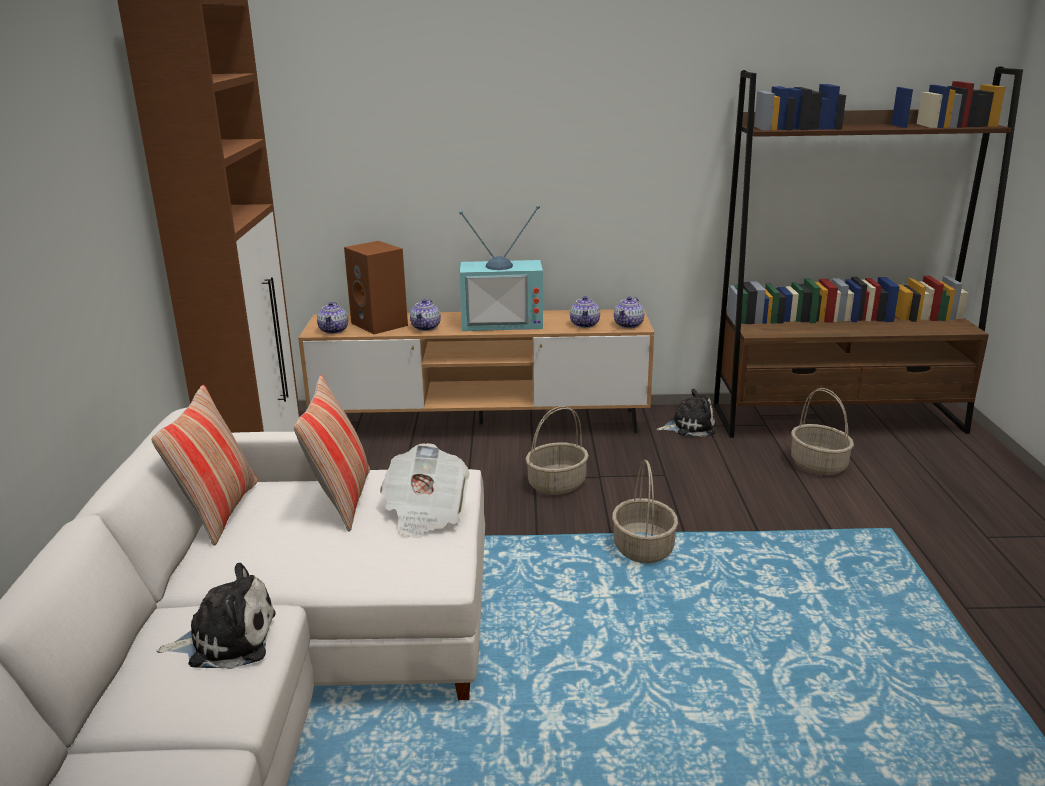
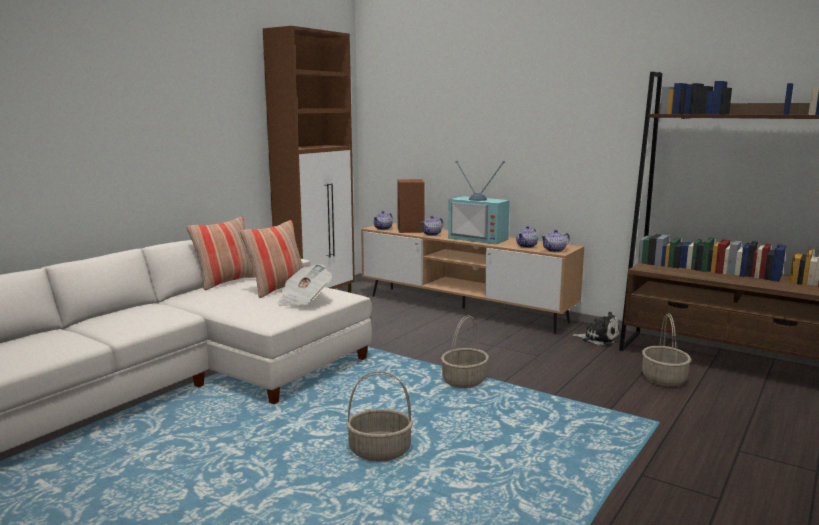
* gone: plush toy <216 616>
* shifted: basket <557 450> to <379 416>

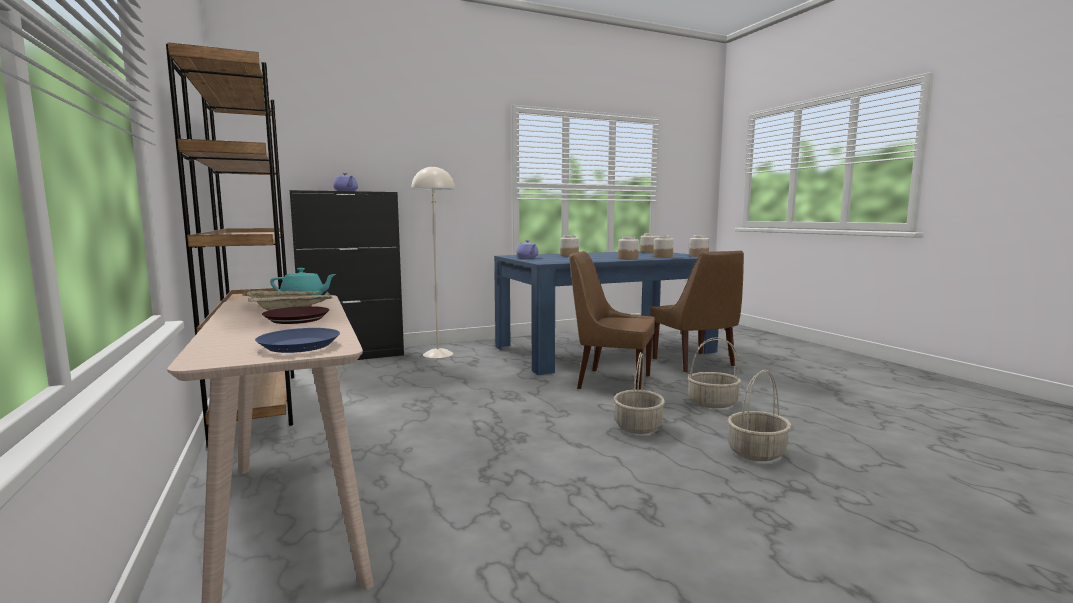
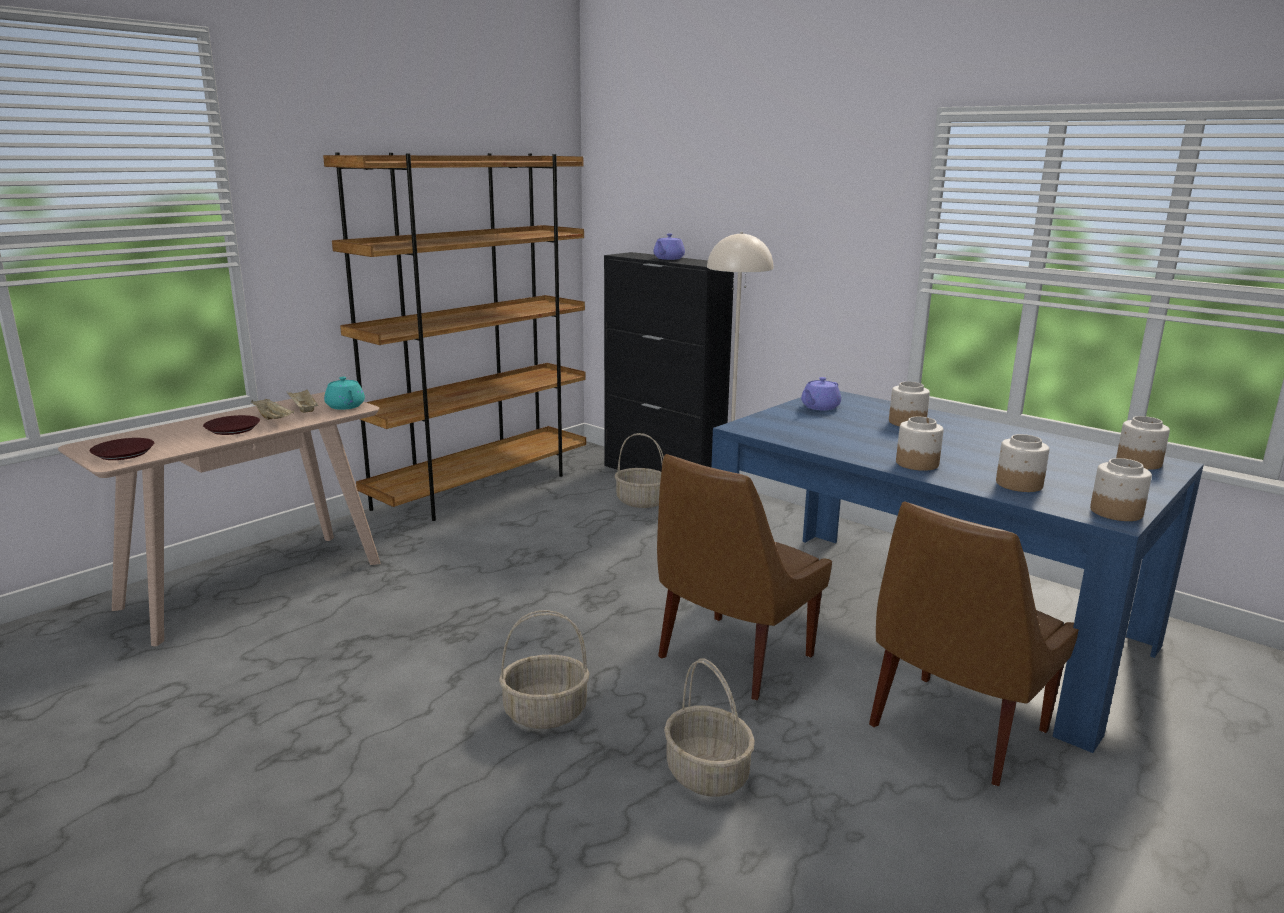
* repainted: blue plate <297 340> to brown plate <121 449>
* rotated: brown chair <612 320> = <744 577> 135 degrees counterclockwise
* shifted: basket <759 415> to <639 470>

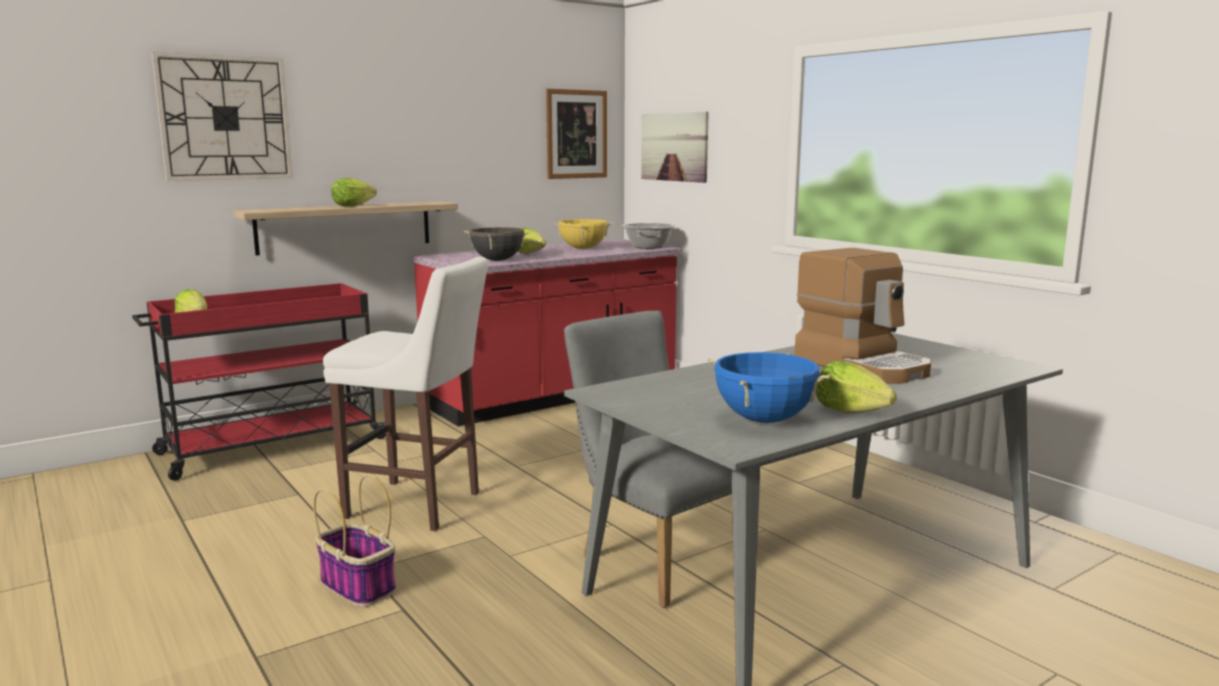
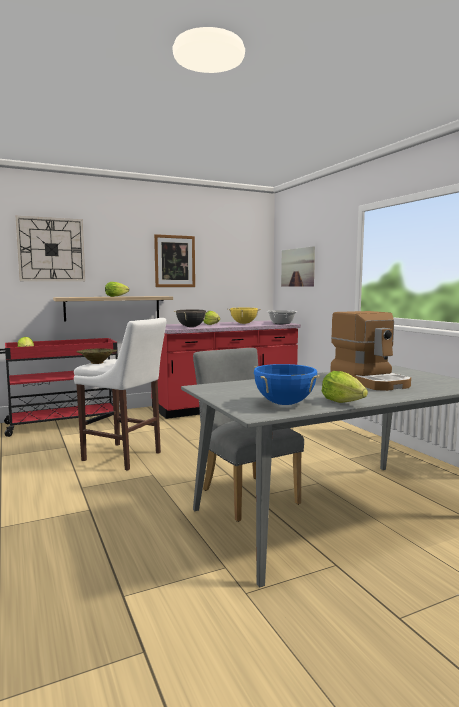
* gone: basket <354 540>
* shifted: picture <576 134> to <174 260>
* new: beige bowl <96 356>

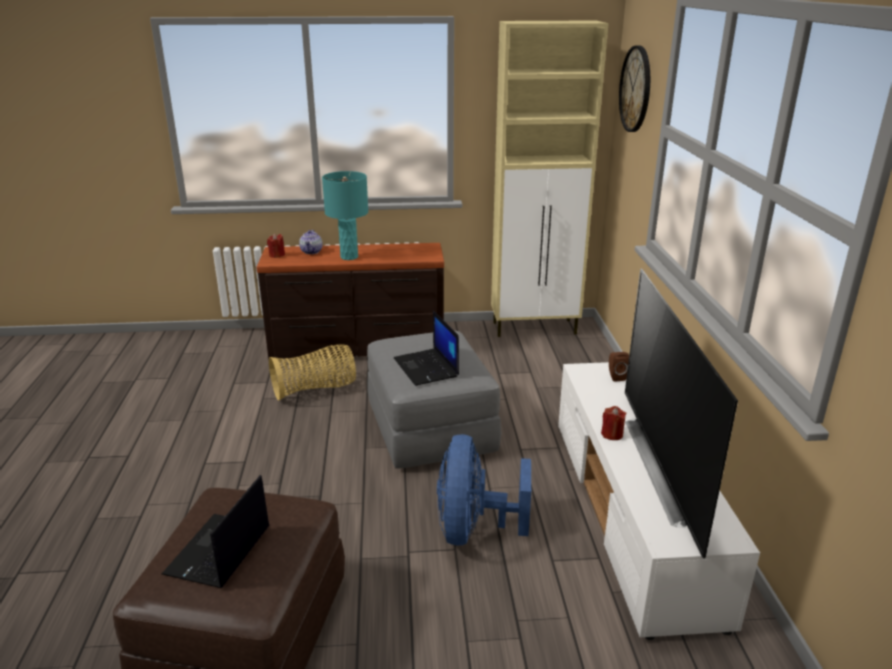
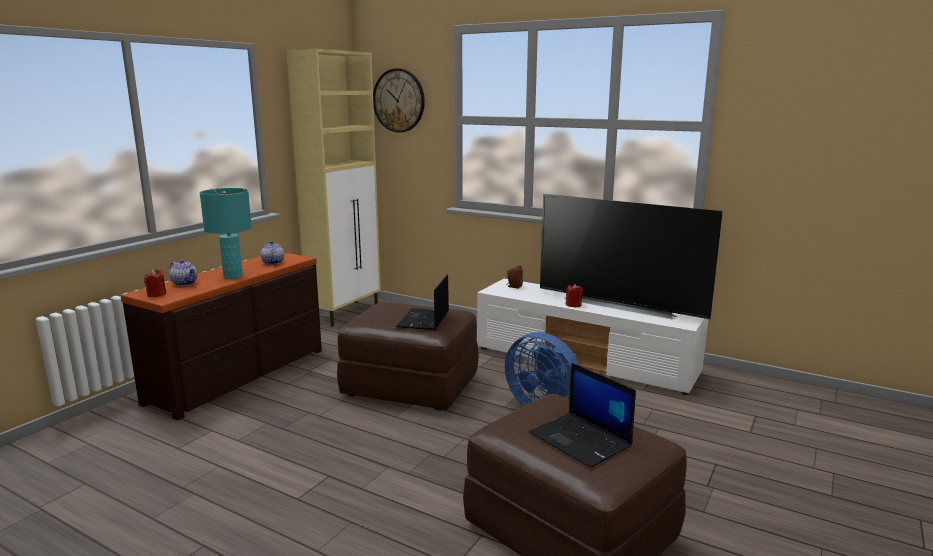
* gone: basket <312 372>
* repainted: grey ottoman <434 400> to brown ottoman <408 356>
* rotated: laptop <426 348> = <422 302> 90 degrees clockwise
* new: teapot <272 253>

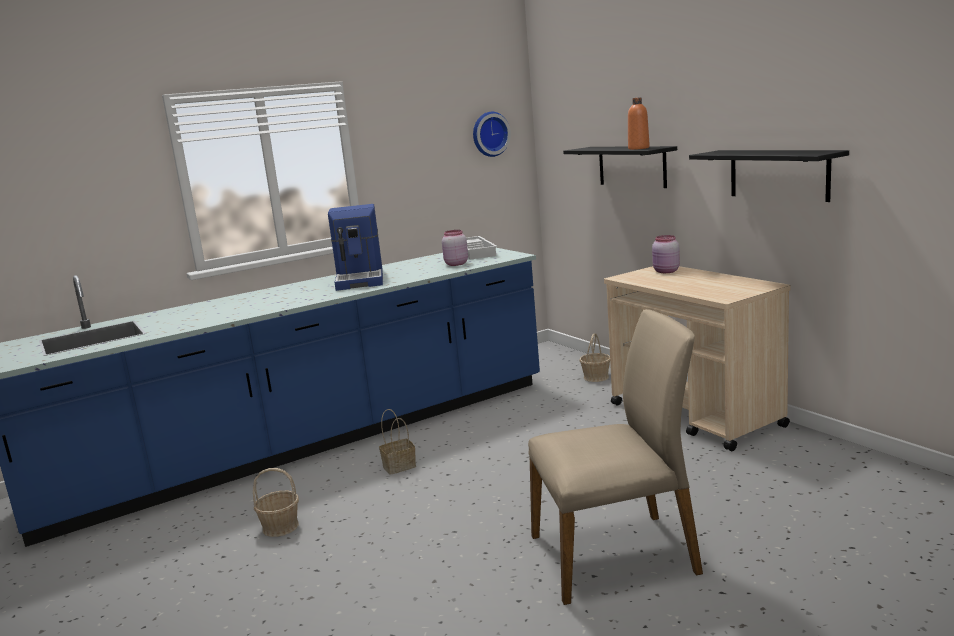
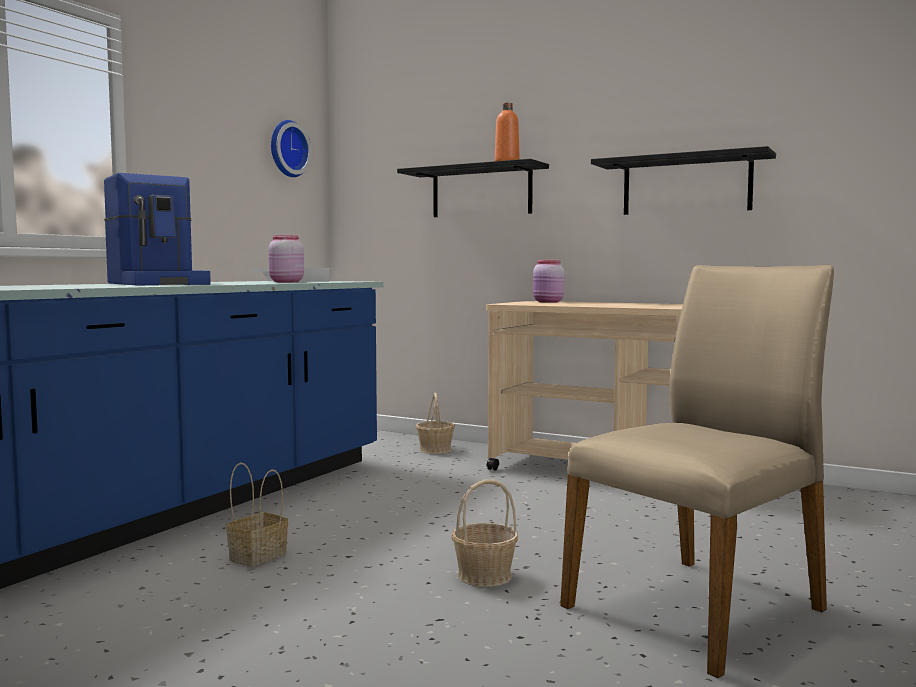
* shifted: basket <276 502> to <485 533>

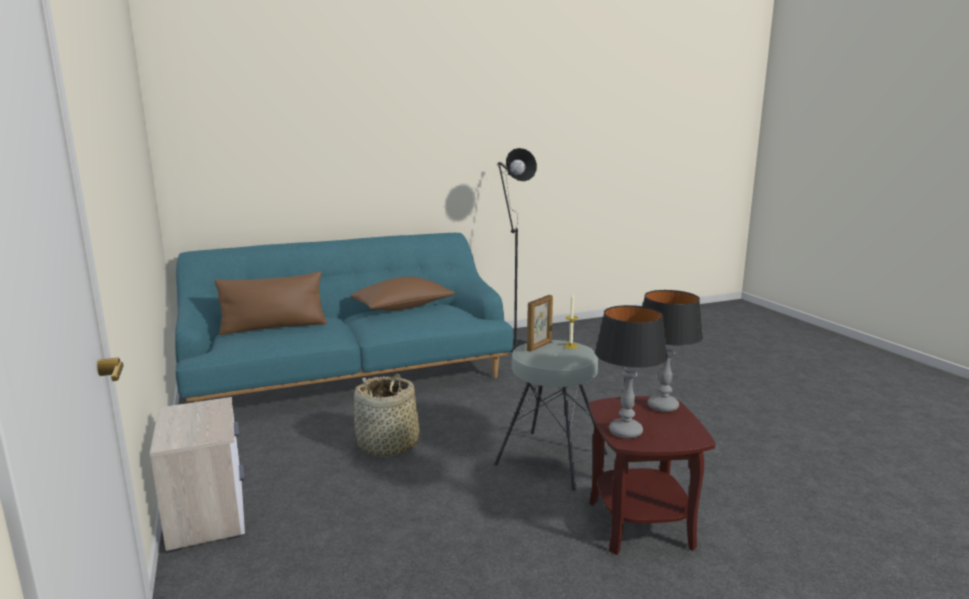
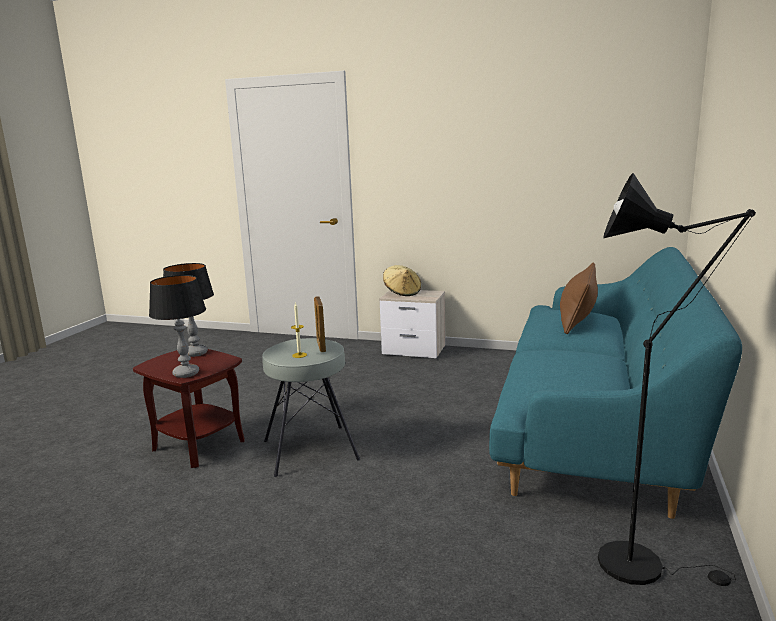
* gone: brown pillow <402 294>
* gone: basket <388 415>
* new: beige hat <402 280>

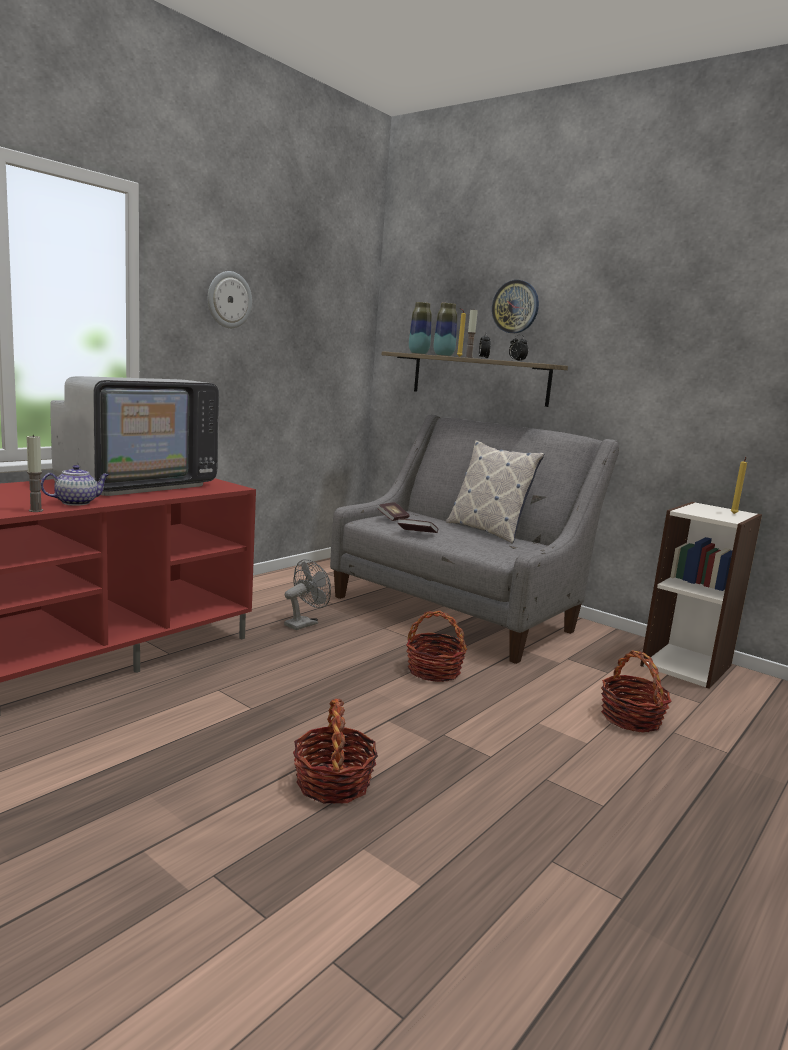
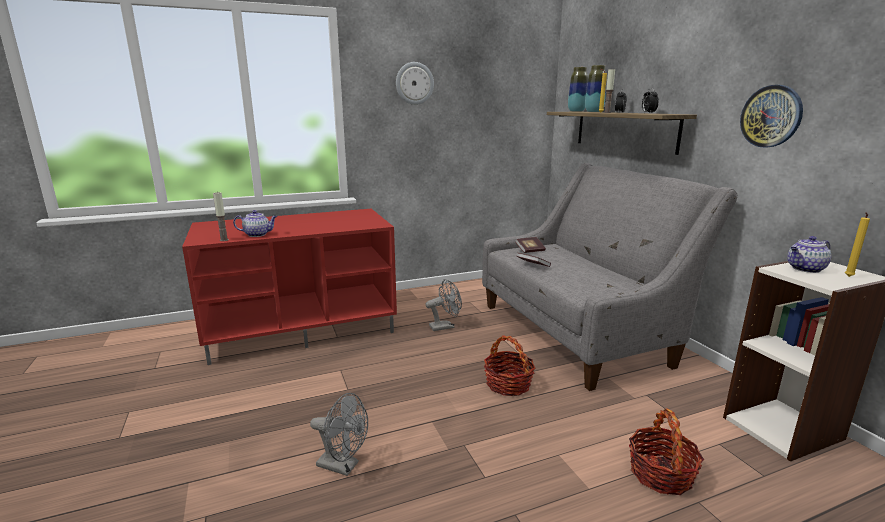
* gone: television <134 436>
* swapped: basket <335 751> to grey fan <339 434>
* gone: pillow <495 492>
* shifted: wall clock <515 306> to <771 116>
* new: teapot <809 254>

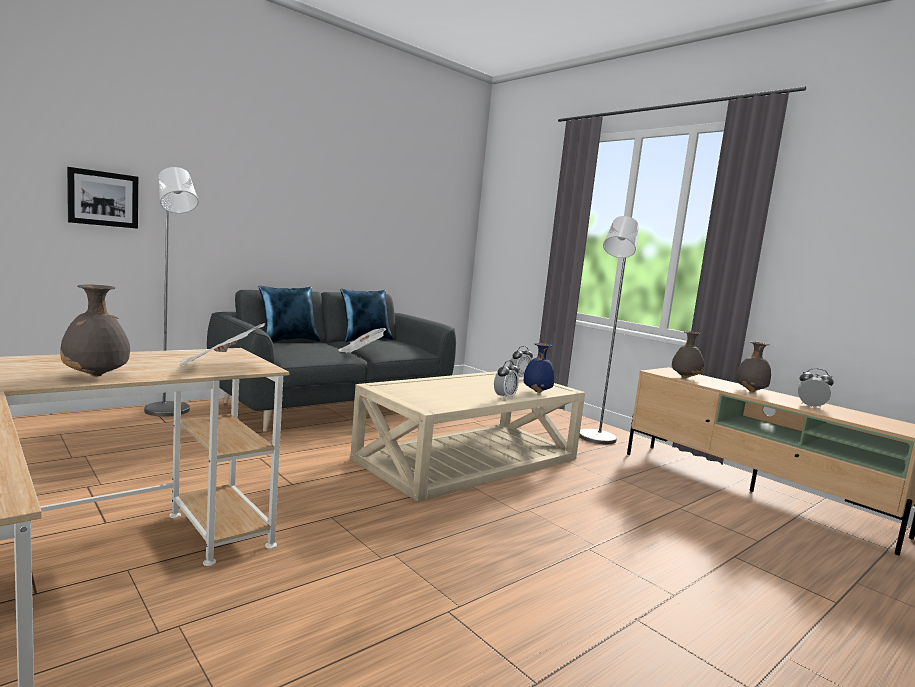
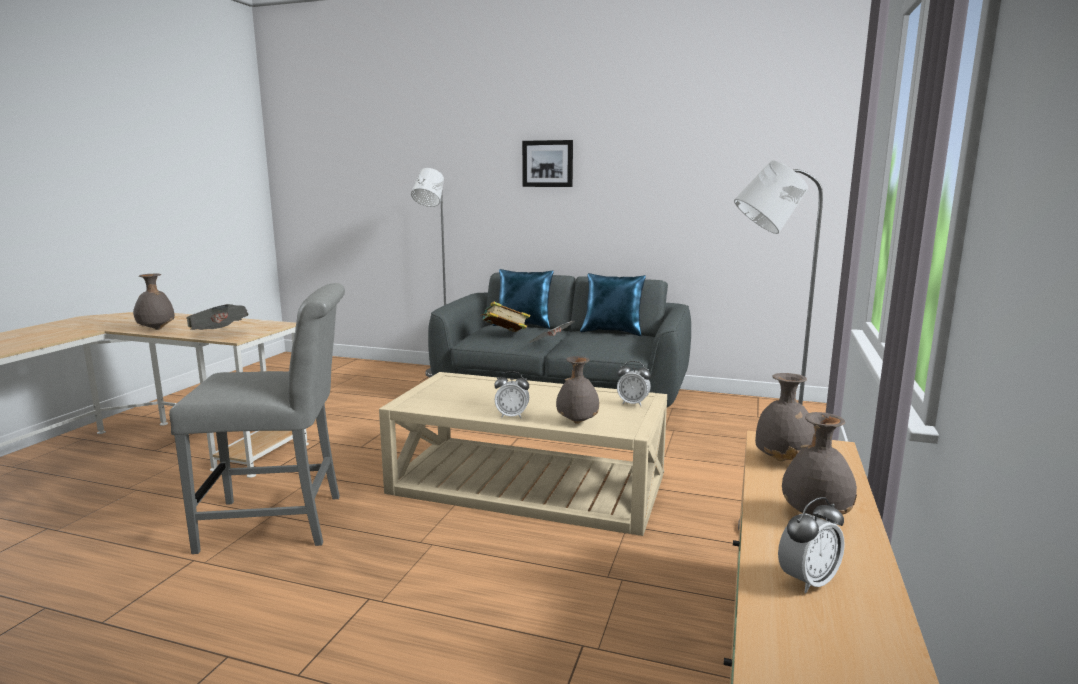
* shifted: picture <102 198> to <547 163>
* repainted: blue vase <539 368> to grey vase <577 390>
* rotated: alarm clock <816 387> = <811 545> 60 degrees clockwise
* new: grey chair <257 418>
* new: book <505 316>

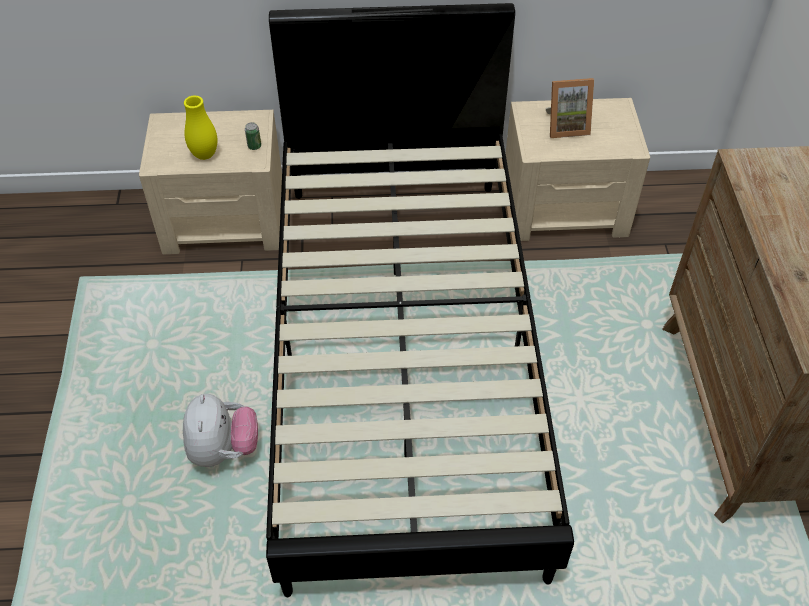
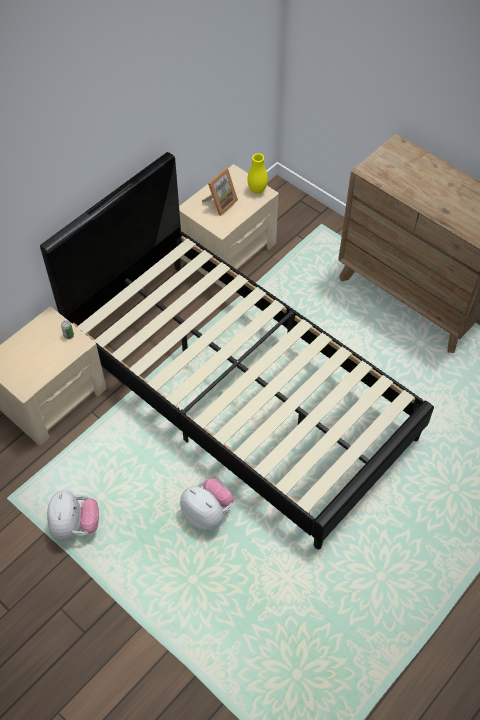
* shifted: yellow vase <200 128> to <257 173>
* new: plush toy <73 515>

